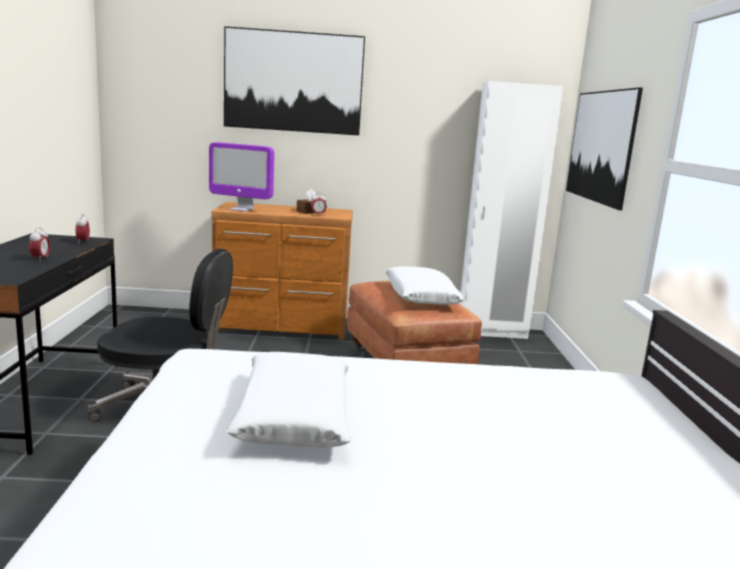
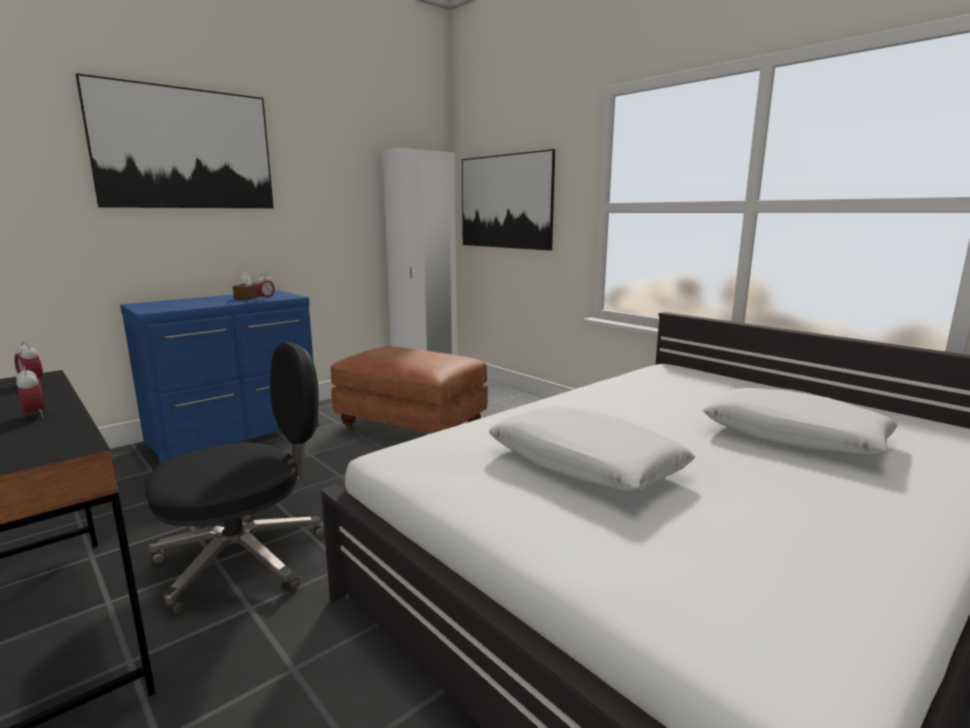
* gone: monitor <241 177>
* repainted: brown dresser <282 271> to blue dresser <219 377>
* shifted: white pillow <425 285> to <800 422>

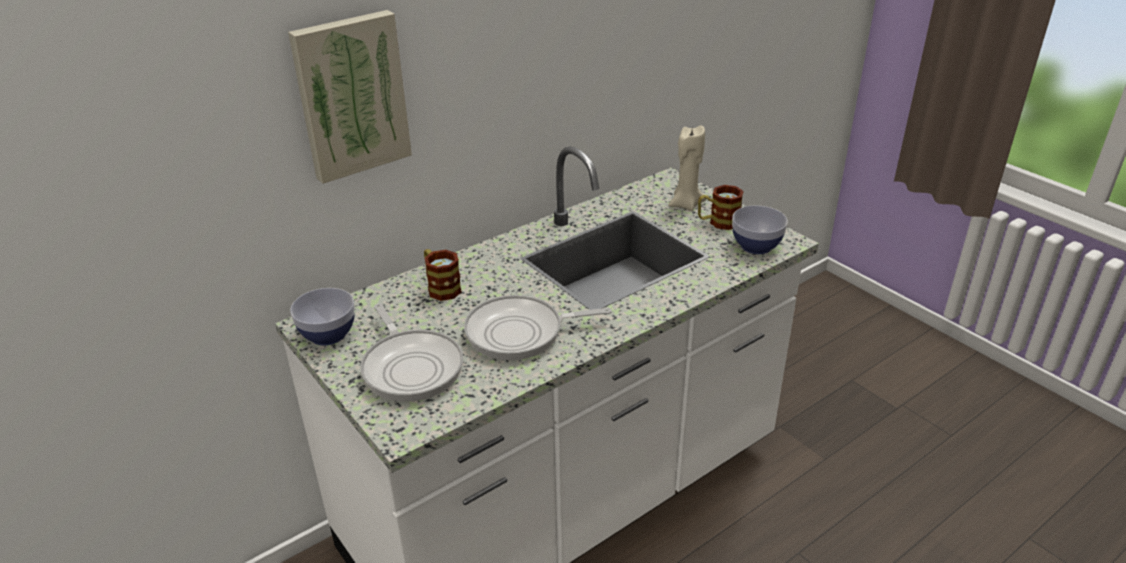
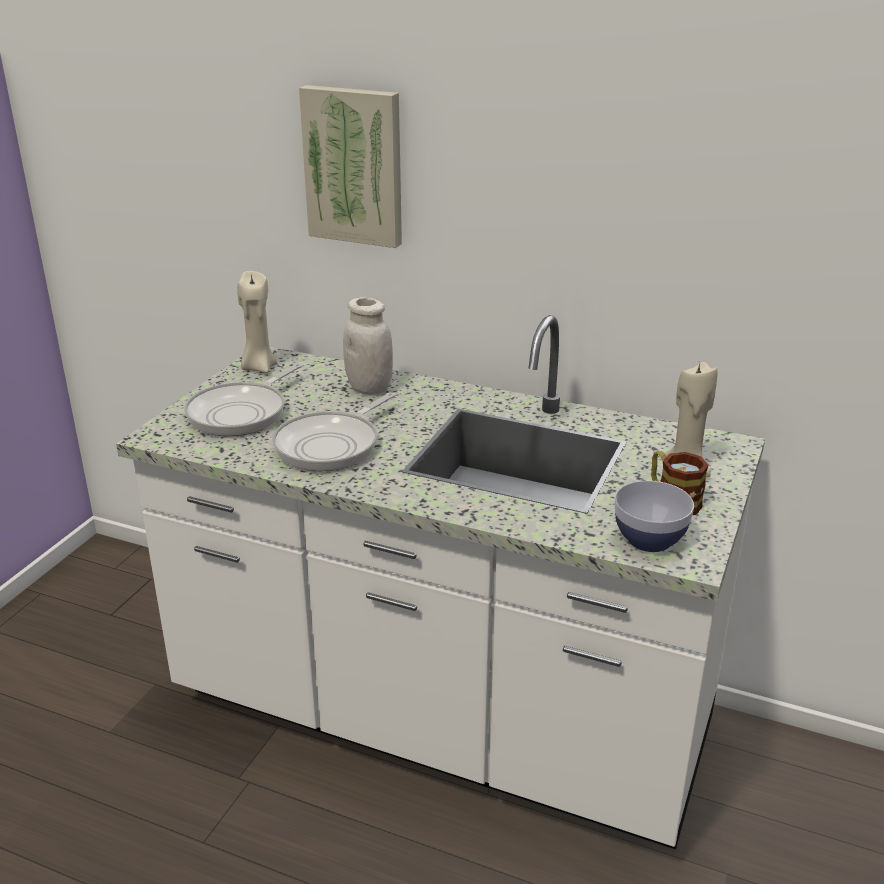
* swapped: bowl <322 317> to beige candle <257 322>
* swapped: mug <443 275> to white jar <368 346>
* rotated: frying pan <538 327> = <333 432> 105 degrees counterclockwise

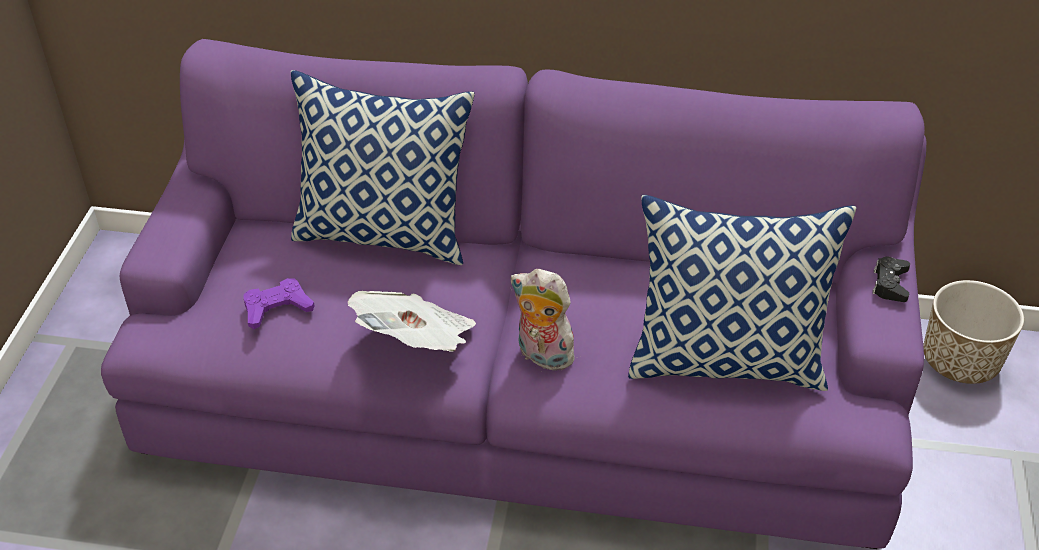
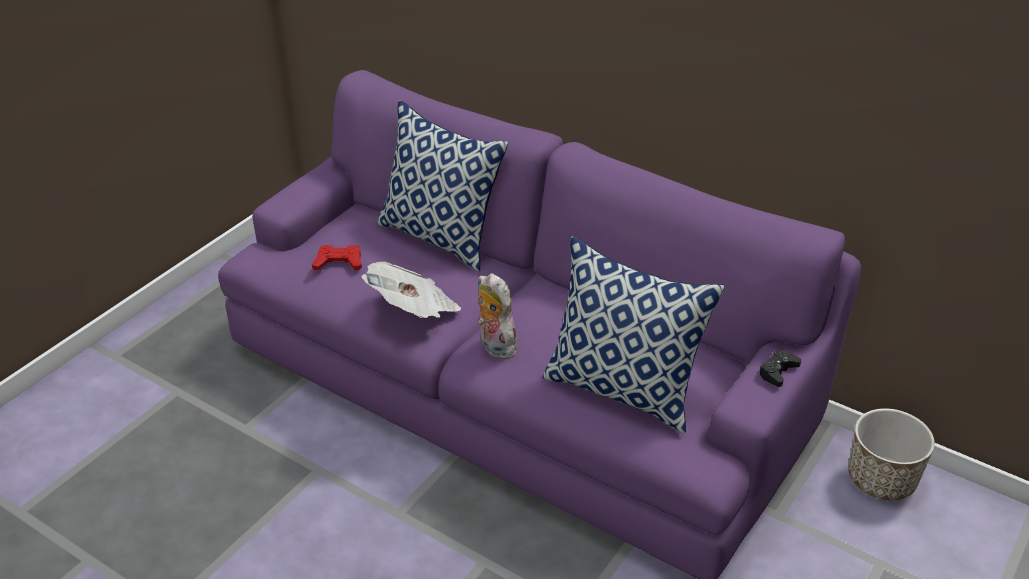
* repainted: purple game controller <279 303> to red game controller <337 257>

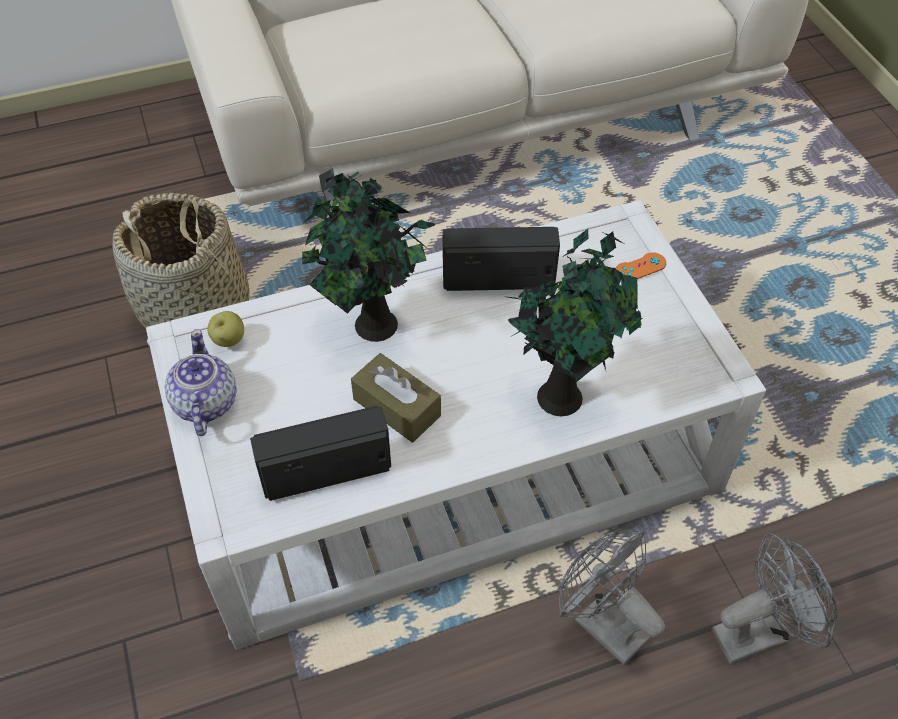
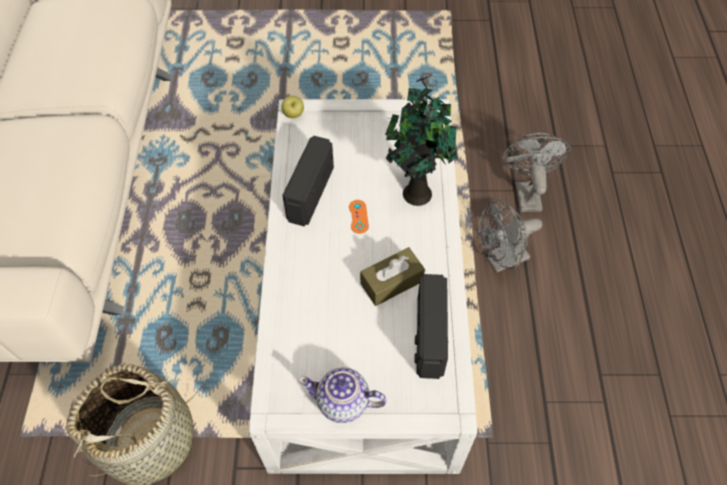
* shifted: apple <226 329> to <292 107>
* gone: potted plant <369 255>
* shifted: orange game controller <640 265> to <359 217>

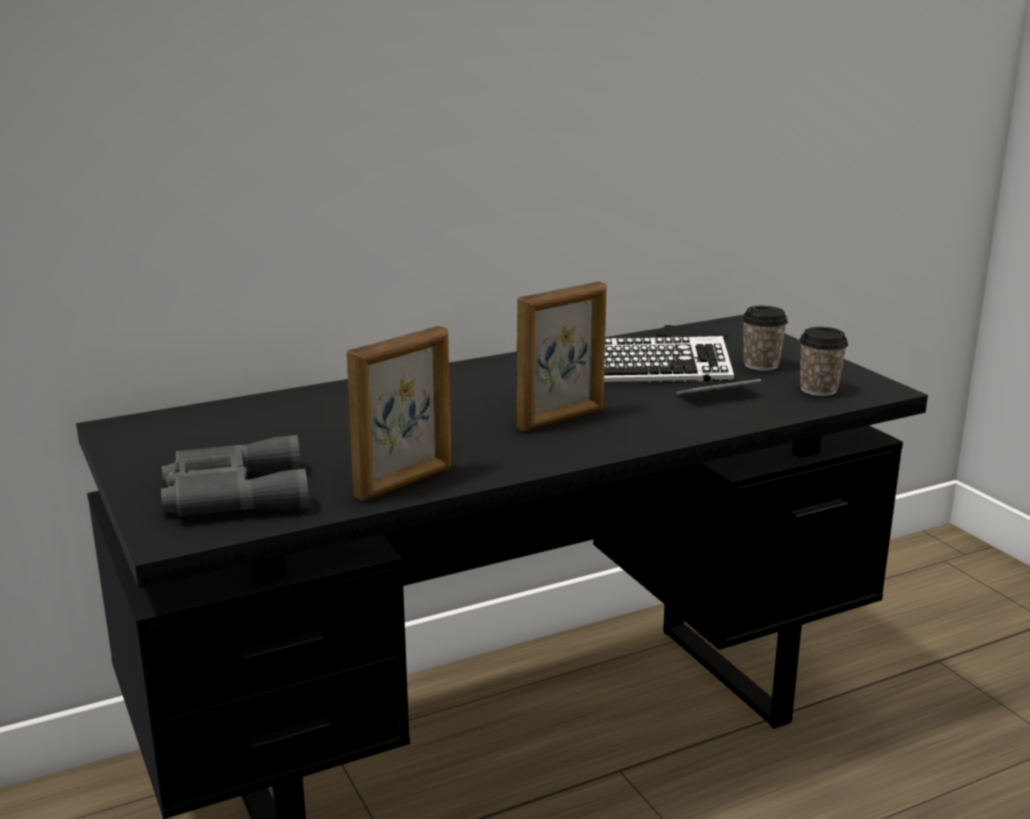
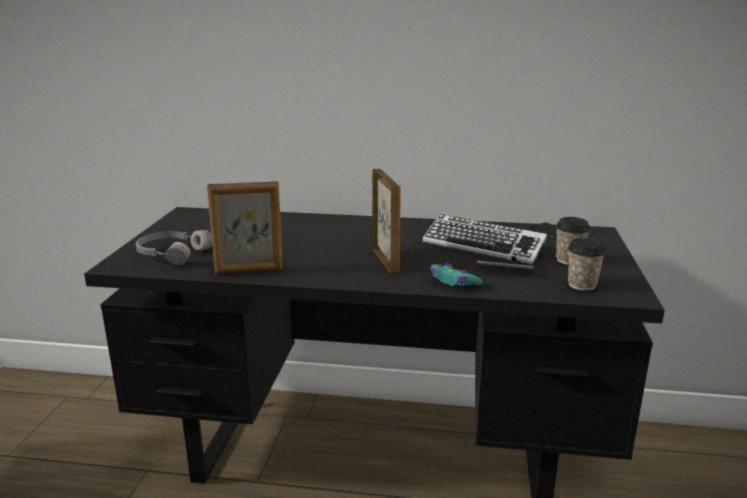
* swapped: grey binoculars <235 476> to grey headphones <174 247>
* rotated: picture frame <561 356> = <386 221> 105 degrees counterclockwise
* new: turquoise game controller <456 274>

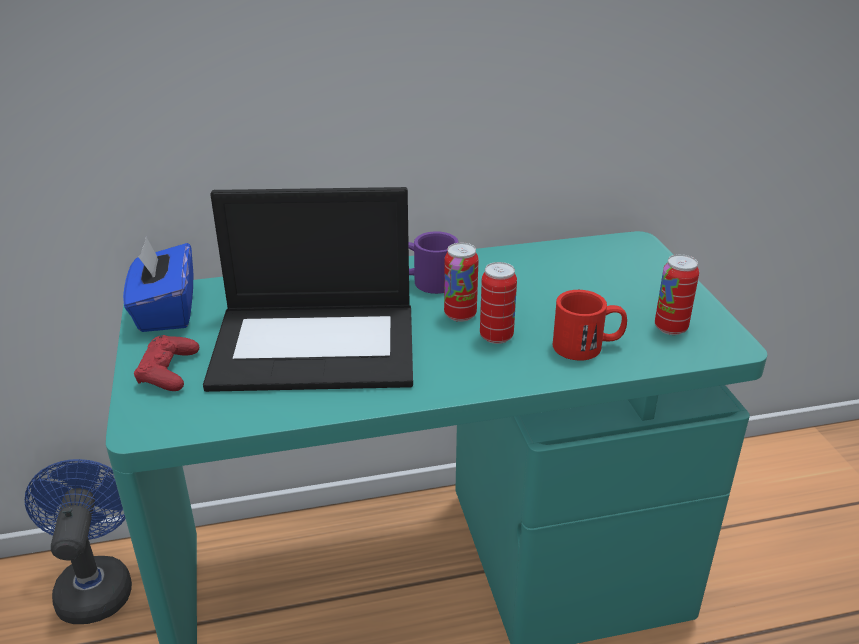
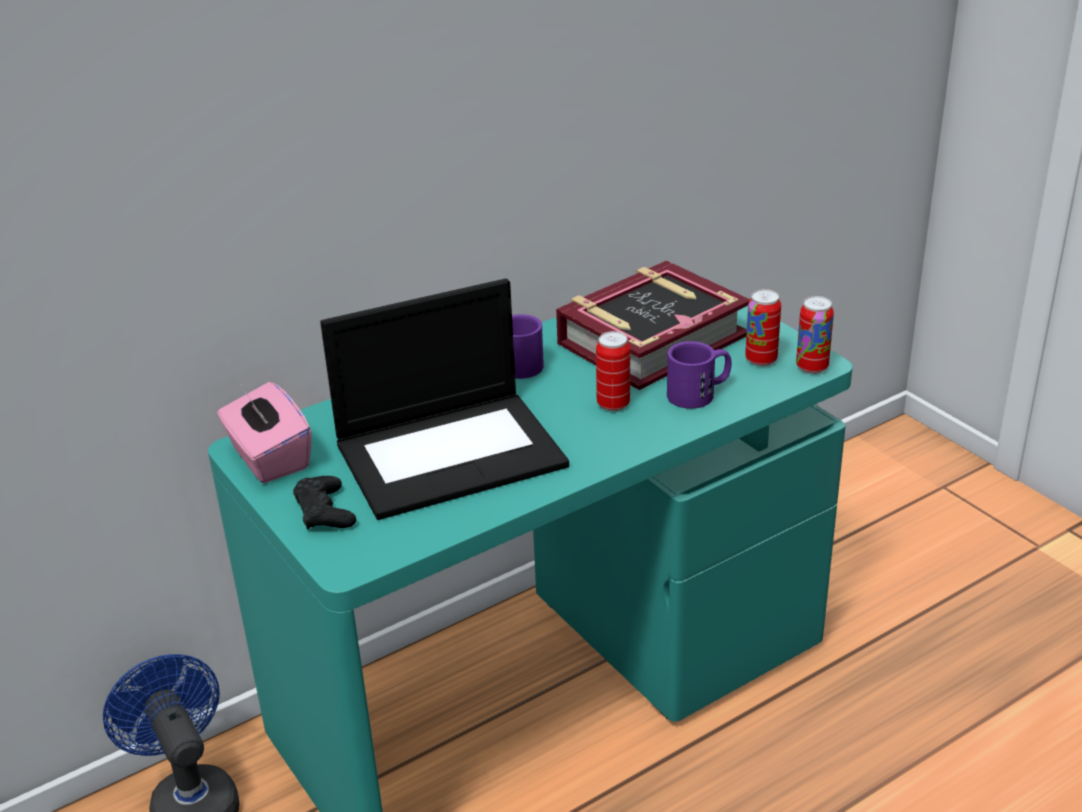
* repainted: blue tissue box <158 284> to pink tissue box <264 432>
* repainted: red game controller <166 363> to black game controller <324 503>
* shifted: can <461 282> to <815 335>
* repainted: red mug <590 325> to purple mug <699 375>
* new: book <653 325>

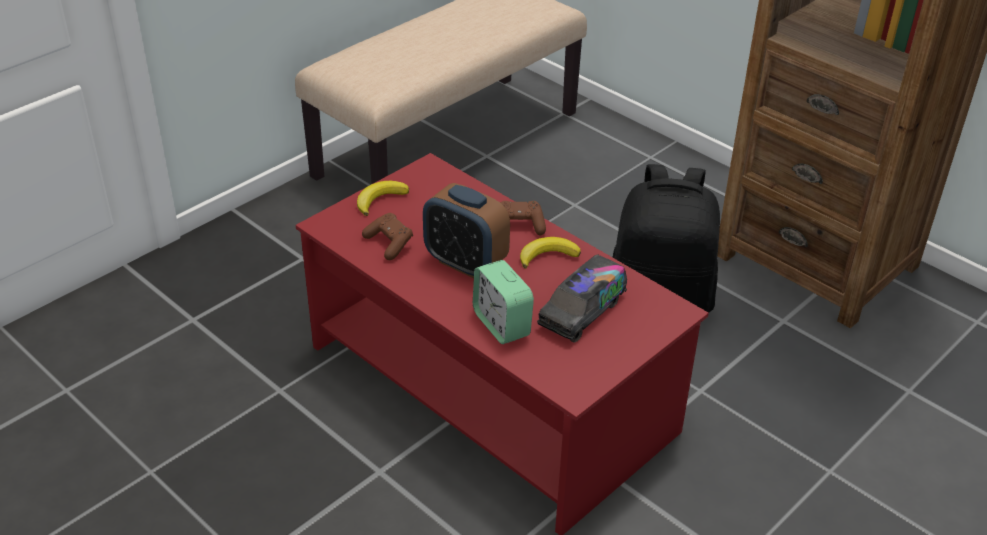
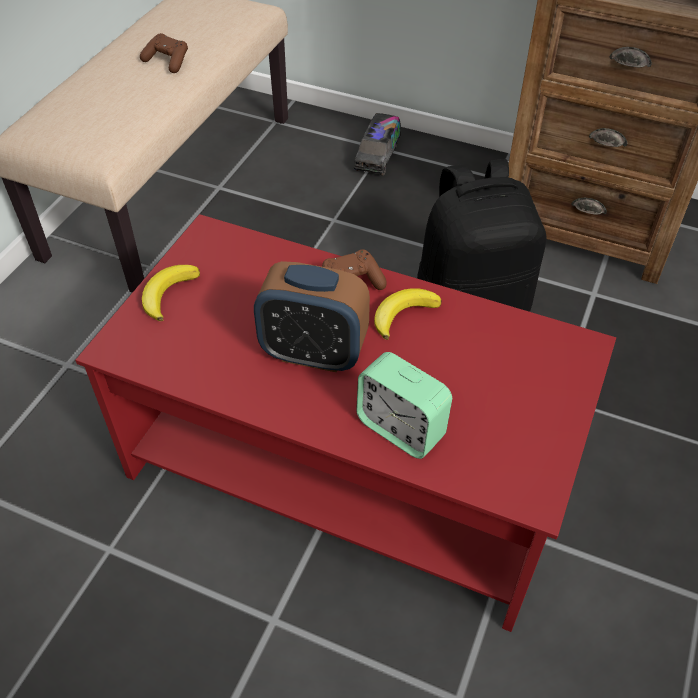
* shifted: brown game controller <387 236> to <164 53>
* shifted: toy truck <582 299> to <377 144>

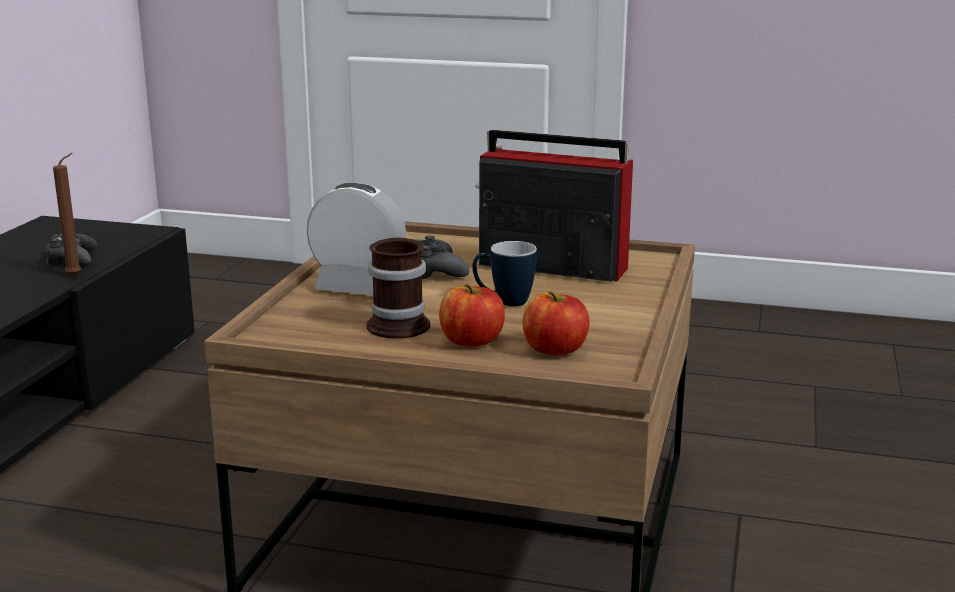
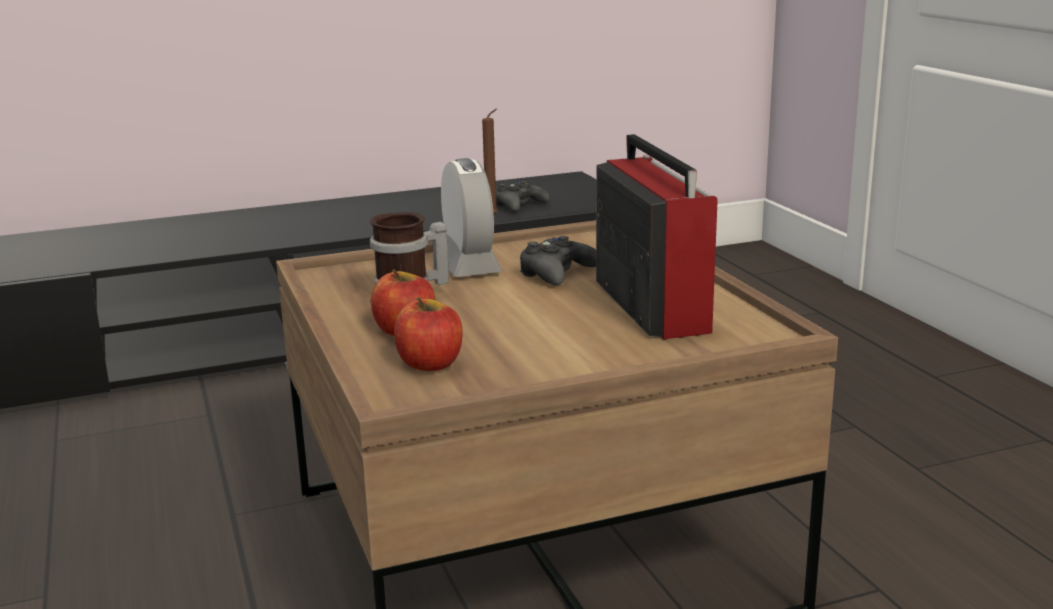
* gone: mug <504 274>

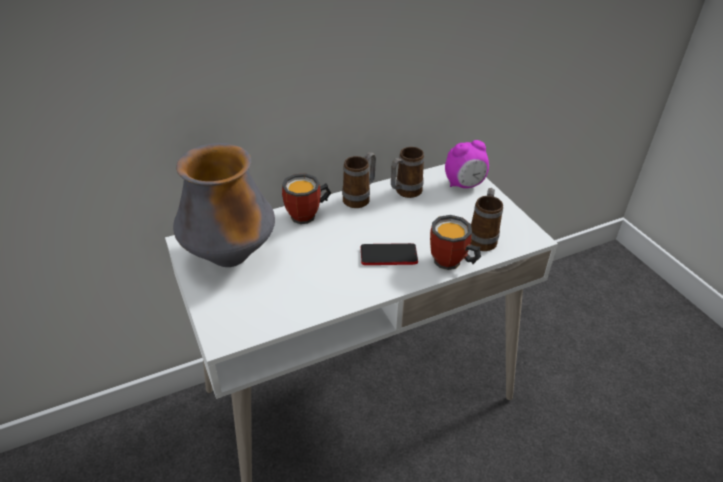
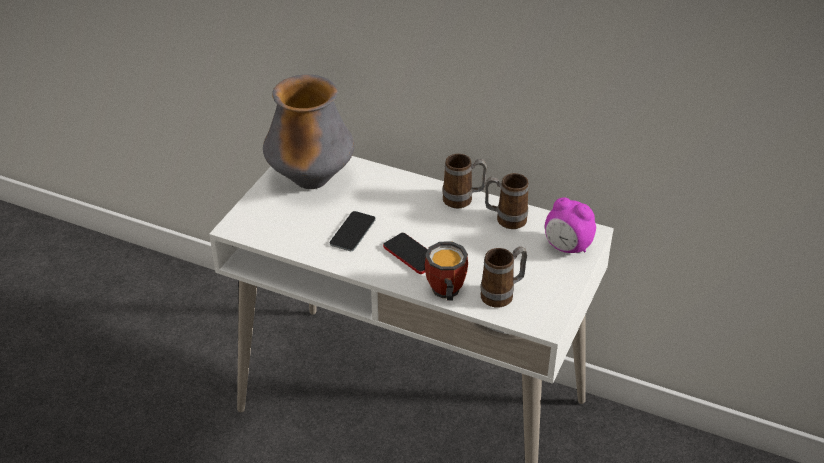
* gone: mug <306 198>
* new: phone <353 231>

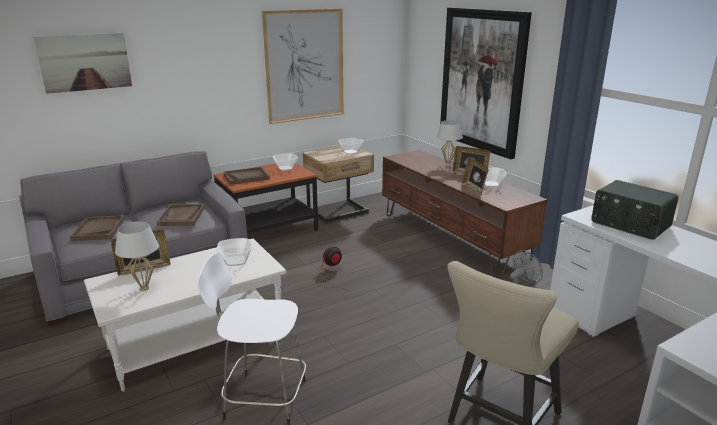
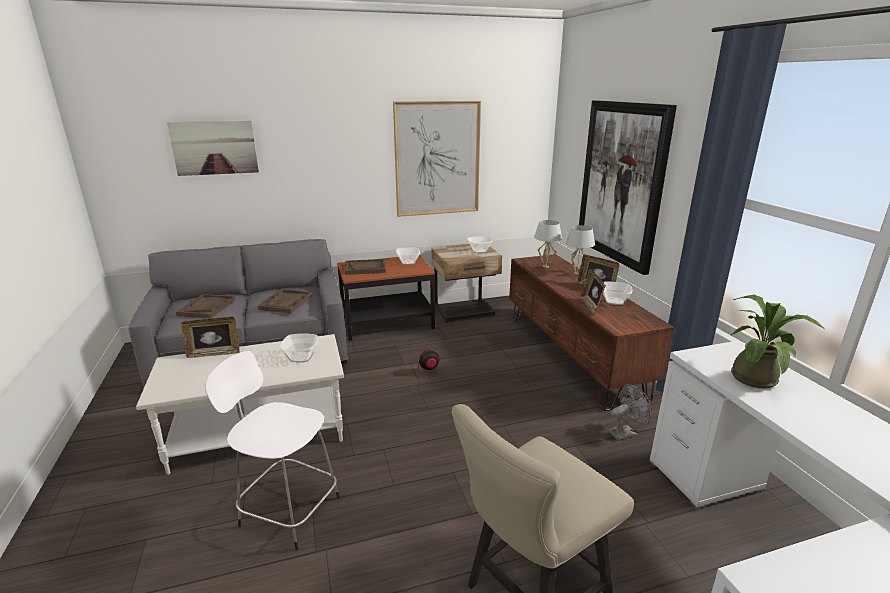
* shifted: white table lamp <137 256> to <548 244>
* swapped: radio <634 210> to potted plant <777 342>

